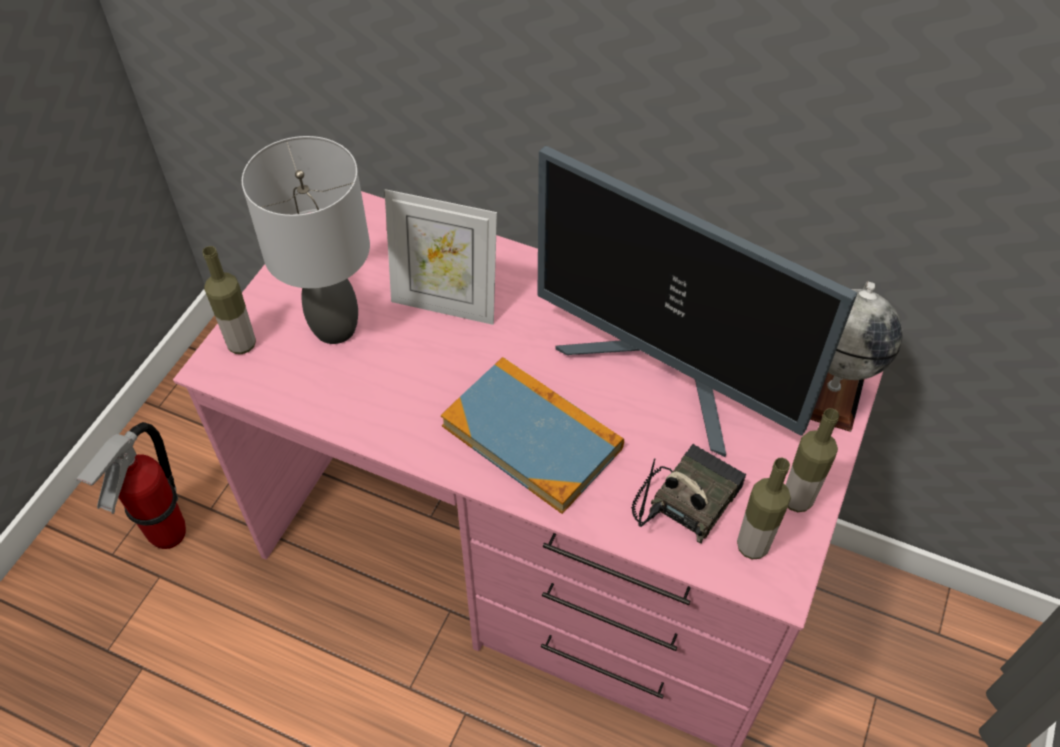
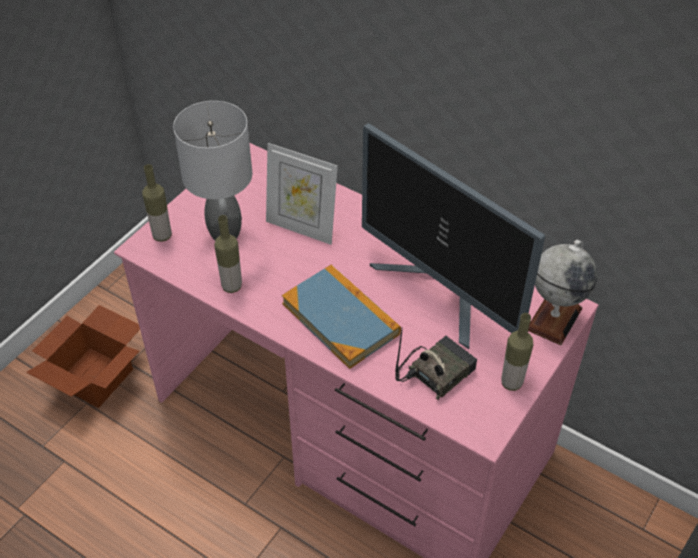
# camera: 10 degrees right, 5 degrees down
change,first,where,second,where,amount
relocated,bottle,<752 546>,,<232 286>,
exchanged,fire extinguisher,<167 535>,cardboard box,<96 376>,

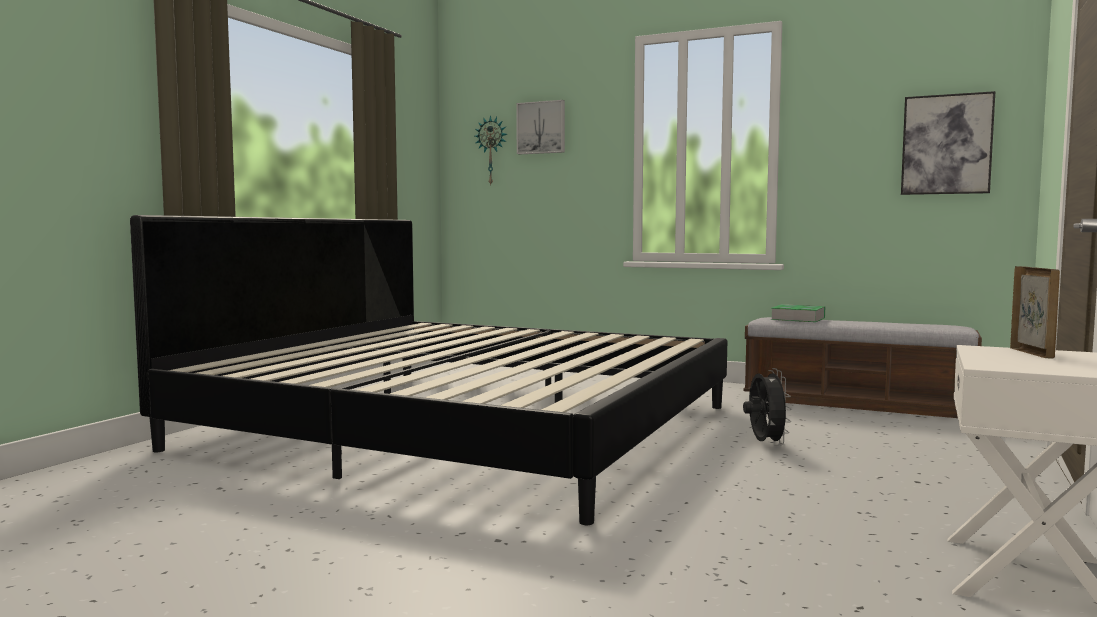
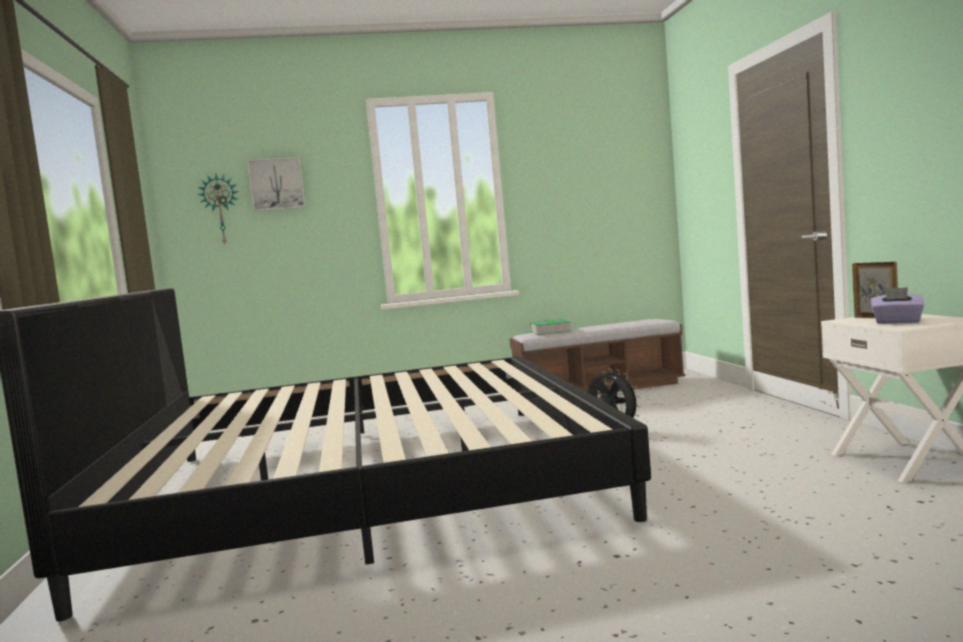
# camera: 35 degrees left, 0 degrees up
change,first,where,second,where,amount
missing,picture,<946 144>,,,
appeared,,,tissue box in purple,<897 322>,

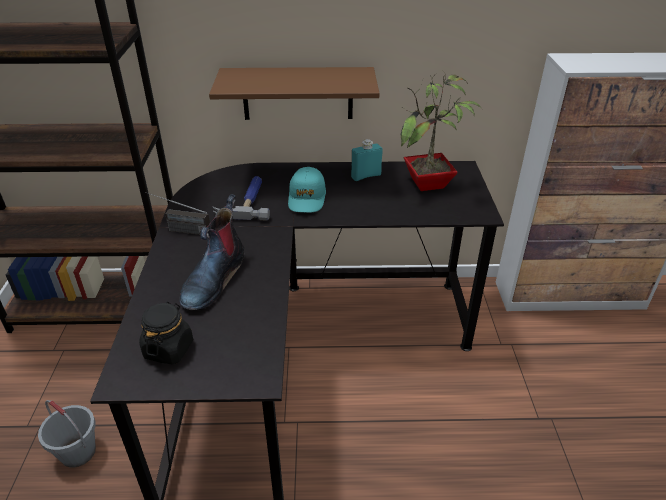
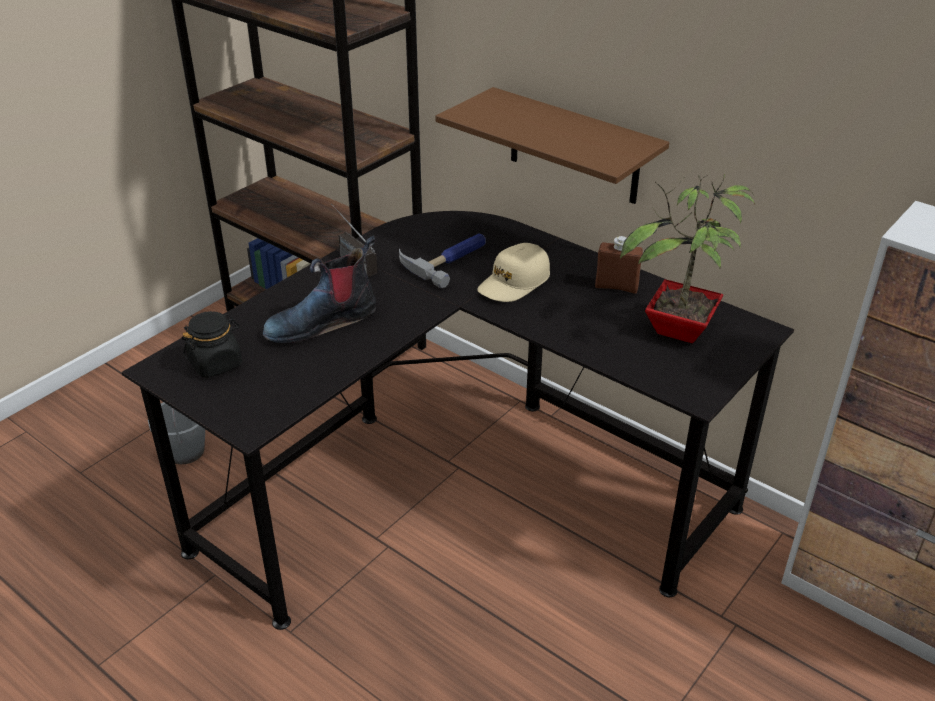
# camera: 40 degrees right, 0 degrees up
change,first,where,second,where,amount
colour,cap in turquoise,<307 198>,cap in beige,<514 283>,
colour,bottle in turquoise,<366 176>,bottle in brown,<616 287>,

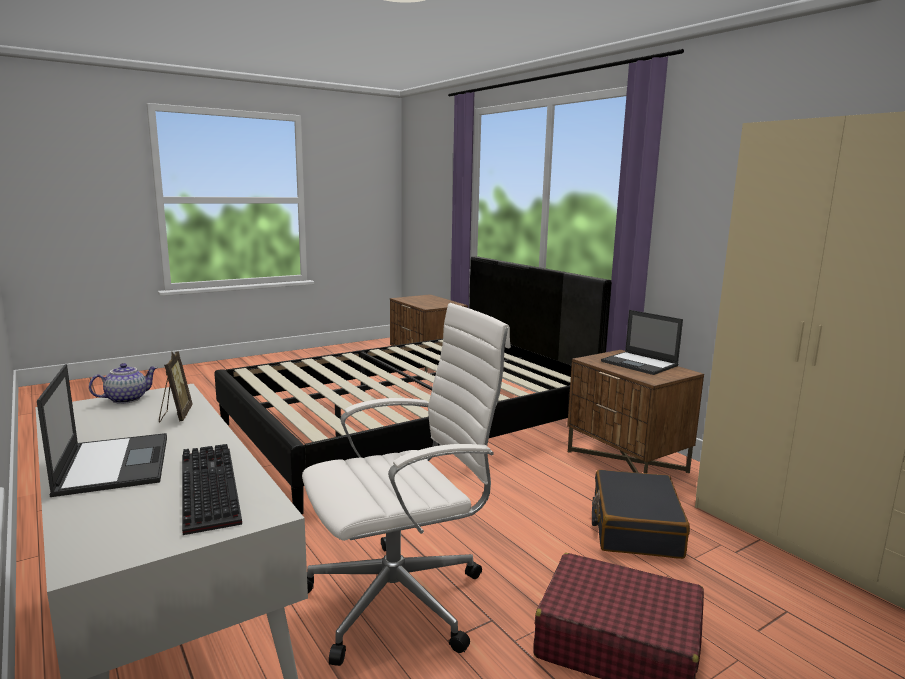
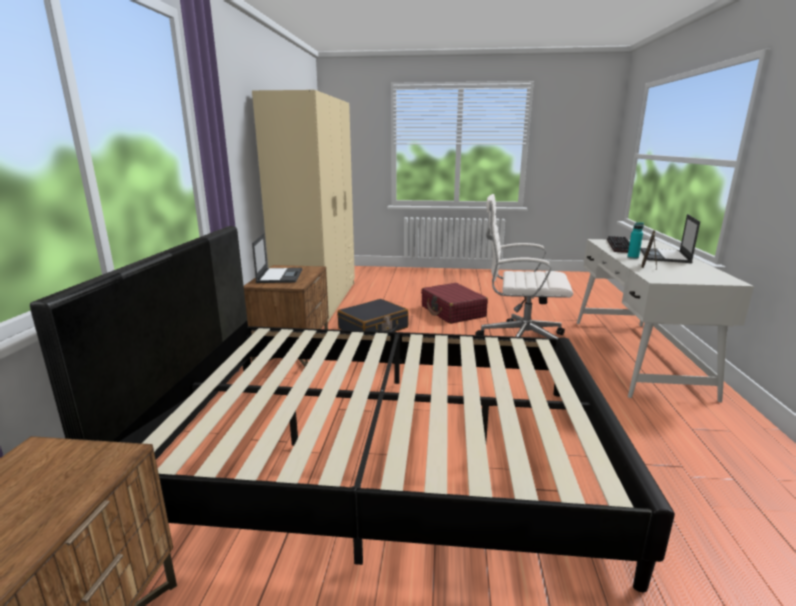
# camera: 140 degrees left, 5 degrees up
change,first,where,second,where,amount
missing,teapot,<126 399>,,,
appeared,,,bottle in turquoise,<633 257>,

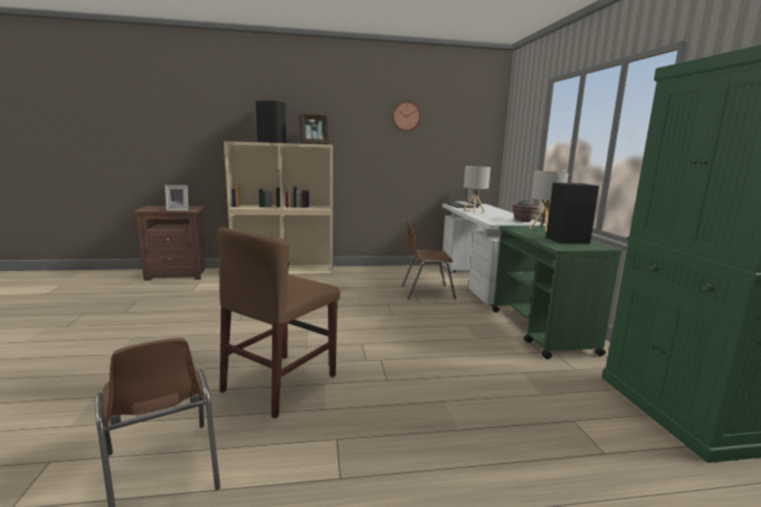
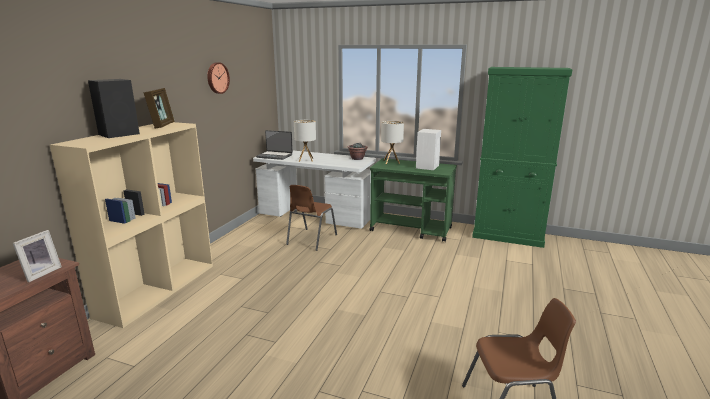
# camera: 60 degrees left, 5 degrees up
change,first,where,second,where,amount
missing,chair in brown,<280 383>,,,
colour,speaker in black,<568 240>,speaker in white,<427 166>,

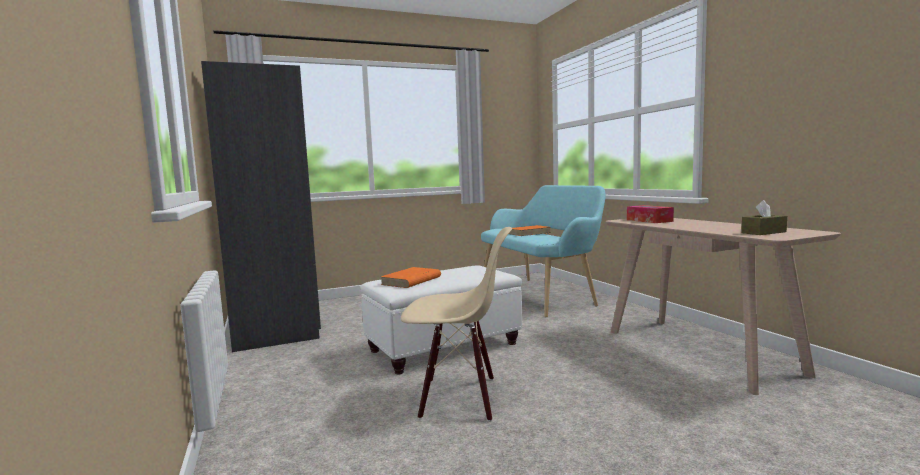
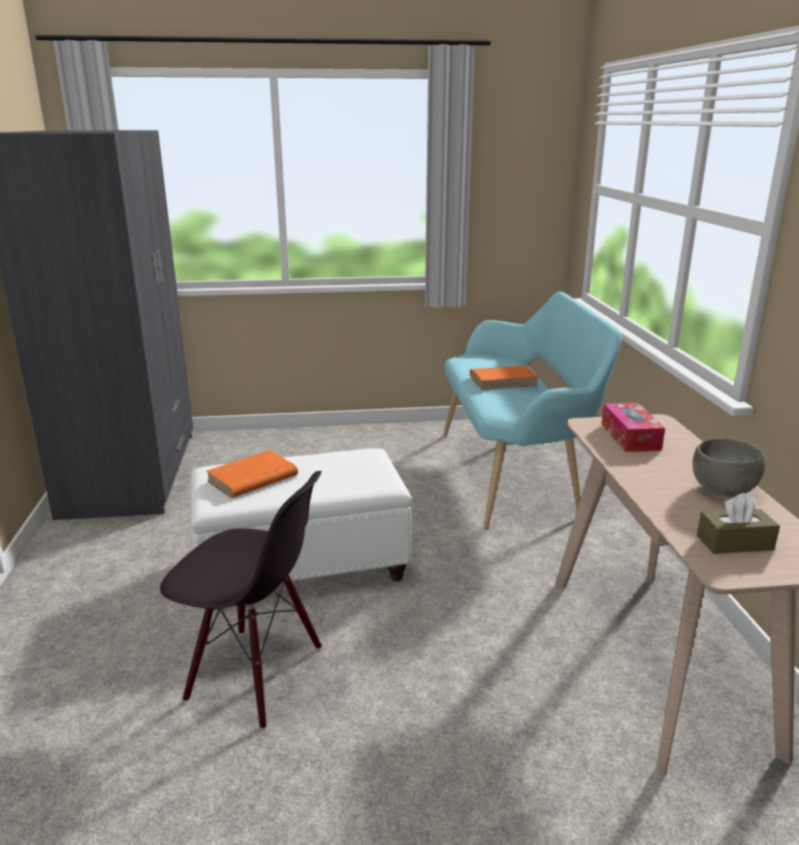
# camera: 15 degrees right, 15 degrees up
change,first,where,second,where,amount
appeared,,,bowl in grey,<722 490>,
colour,chair in beige,<459 398>,chair in black,<254 674>,

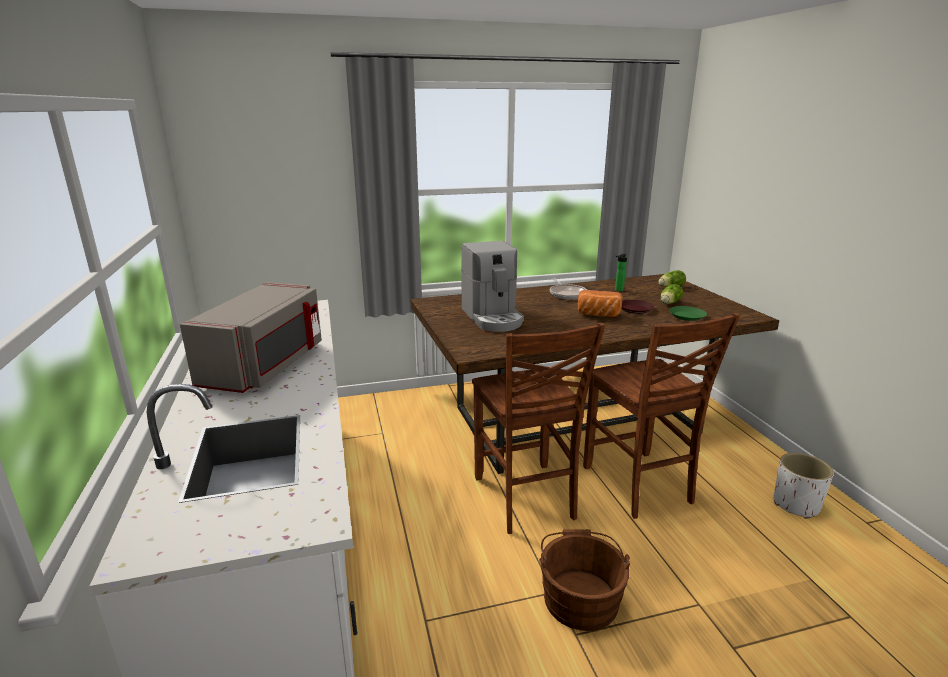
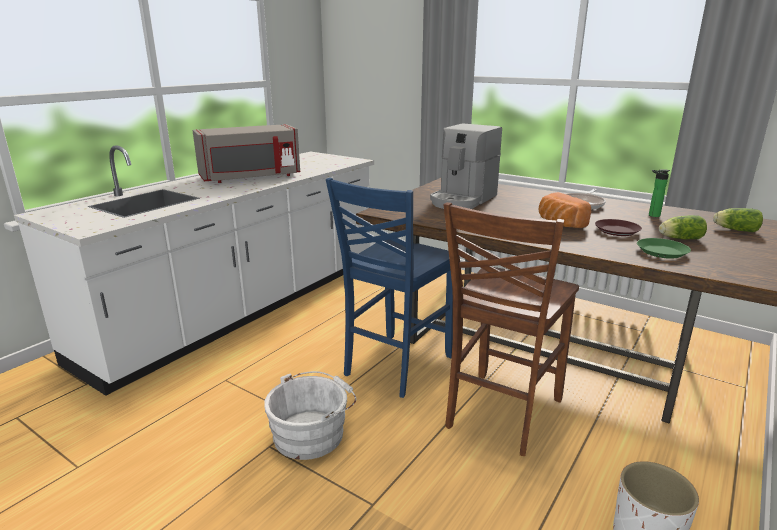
# camera: 50 degrees right, 0 degrees up
change,first,where,second,where,amount
colour,chair in brown,<525 499>,chair in blue,<395 365>,
colour,bucket in brown,<580 596>,bucket in white,<312 433>,

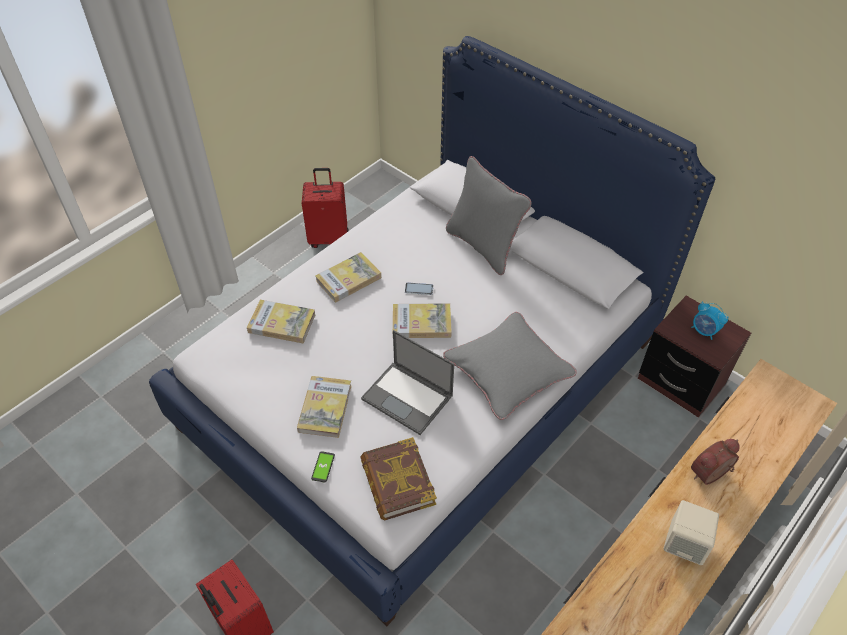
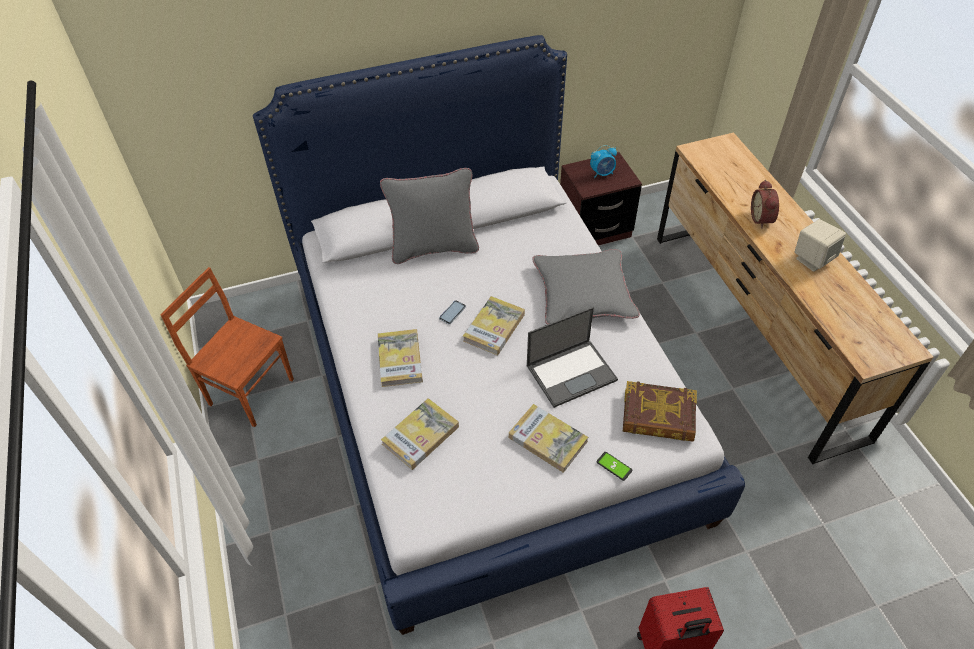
# camera: 60 degrees left, 0 degrees up
change,first,where,second,where,amount
exchanged,suitcase in red,<329 238>,chair in brown,<251 390>,

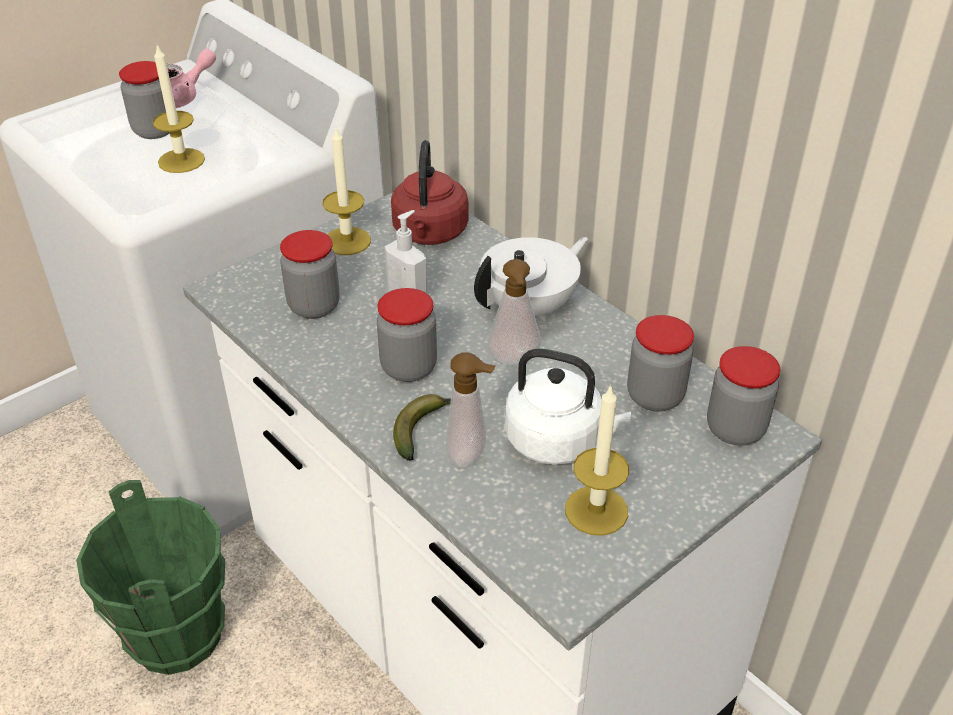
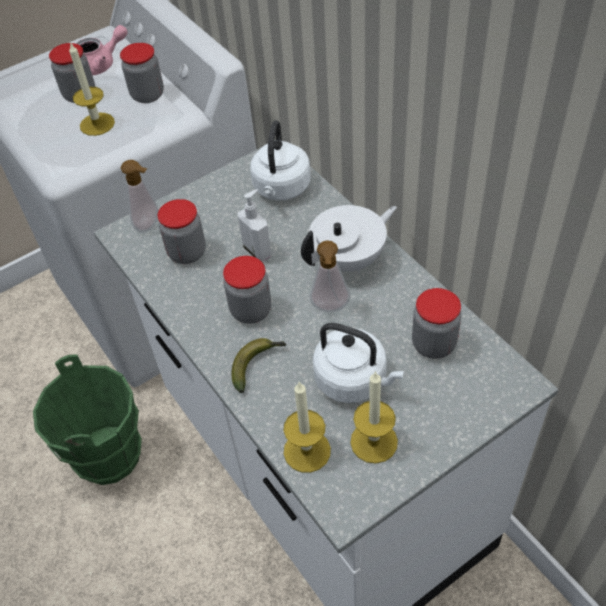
# camera: 10 degrees right, 10 degrees up
change,first,where,second,where,amount
relocated,candle,<347 241>,,<307 451>,
relocated,soap dispenser,<470 457>,,<150 225>,
relocated,jar,<735 429>,,<147 95>,
colour,kettle in red,<430 234>,kettle in white,<281 189>,

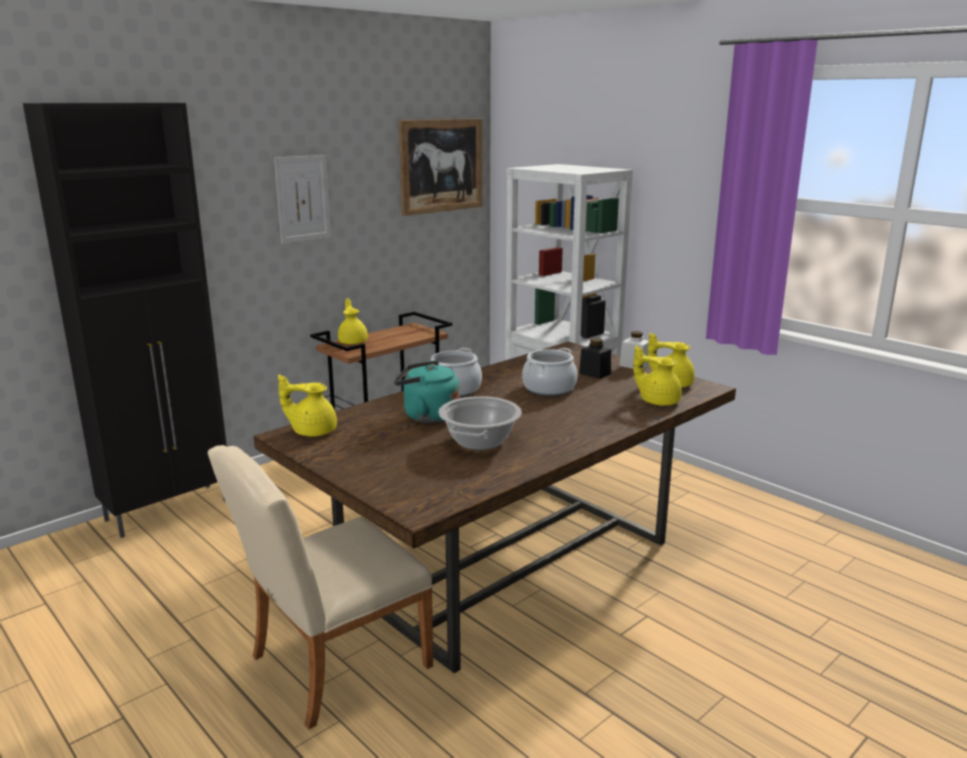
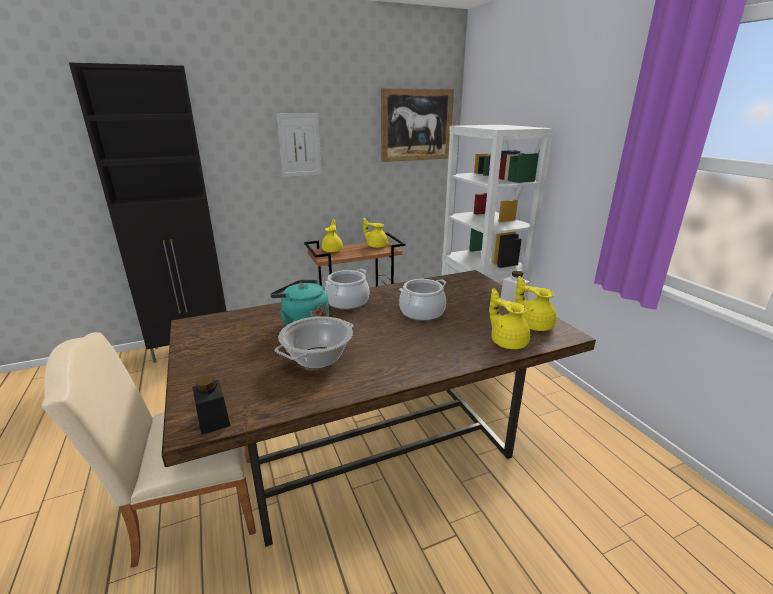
# camera: 20 degrees right, 5 degrees up
change,first,where,second,where,amount
relocated,teapot in yellow,<312 431>,,<376 246>,
relocated,jar in black,<594 373>,,<213 420>,

